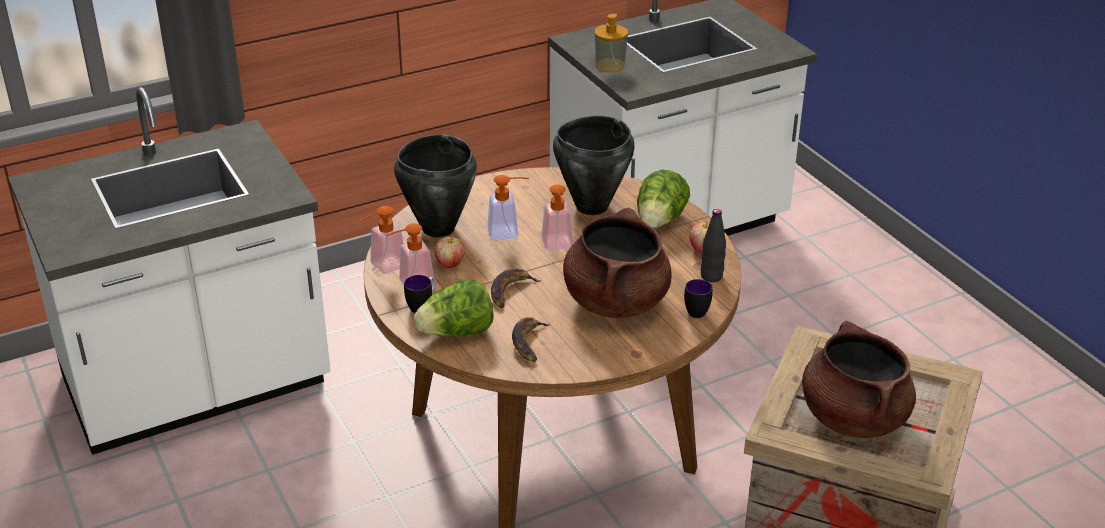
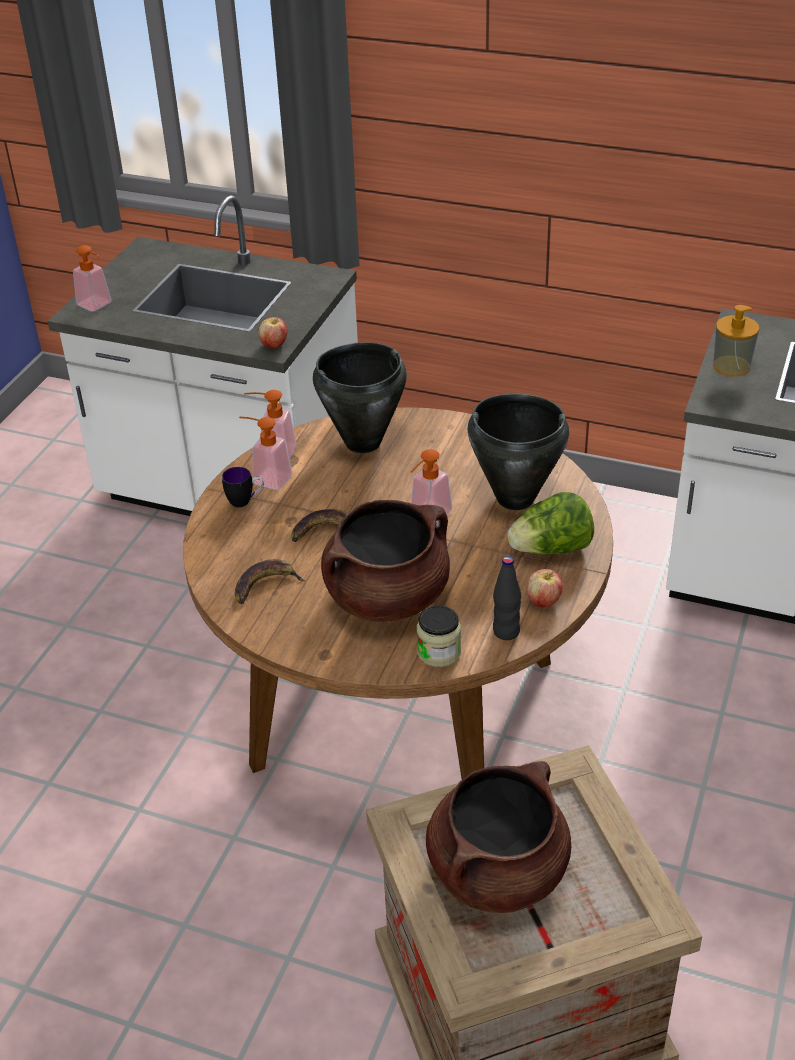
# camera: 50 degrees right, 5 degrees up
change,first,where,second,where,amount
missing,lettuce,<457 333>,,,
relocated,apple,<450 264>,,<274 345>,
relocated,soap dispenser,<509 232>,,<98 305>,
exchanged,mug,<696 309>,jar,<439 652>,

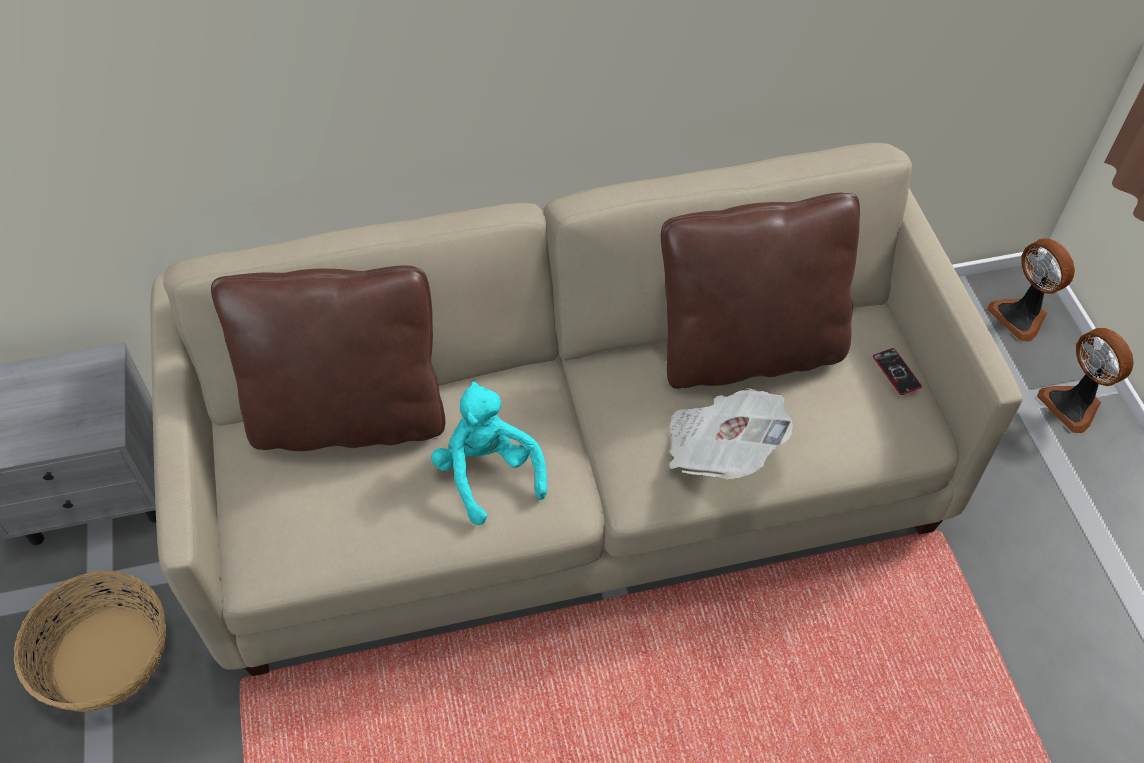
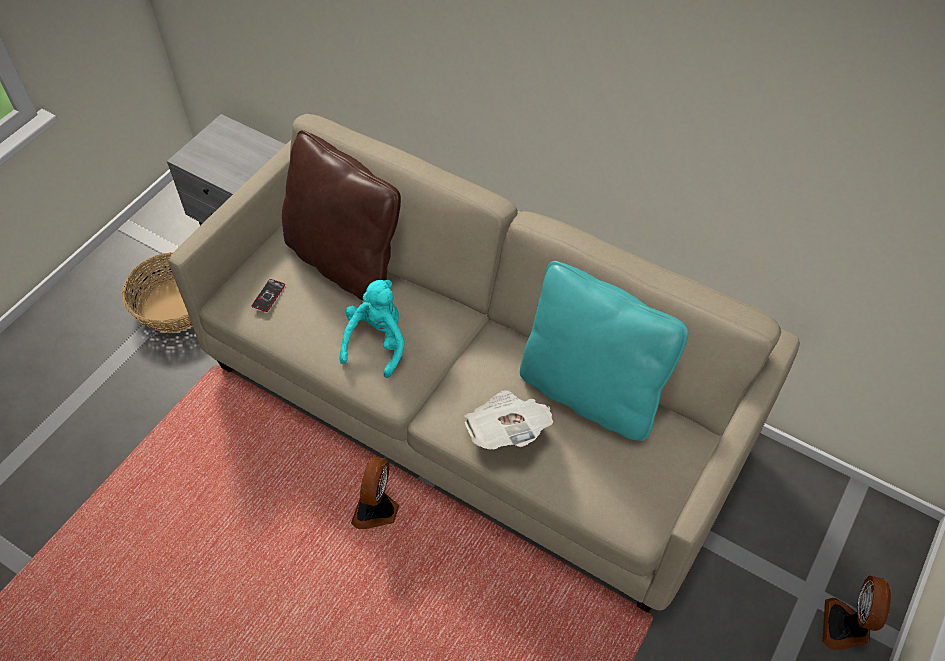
# camera: 45 degrees right, 0 degrees up
change,first,where,second,where,amount
relocated,phone,<896 372>,,<268 296>,
relocated,fan,<1021 316>,,<377 510>,
colour,pillow in brown,<748 350>,pillow in turquoise,<591 392>,

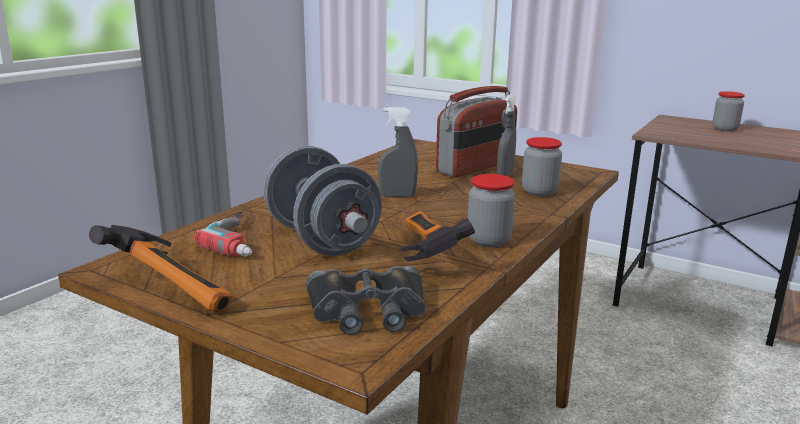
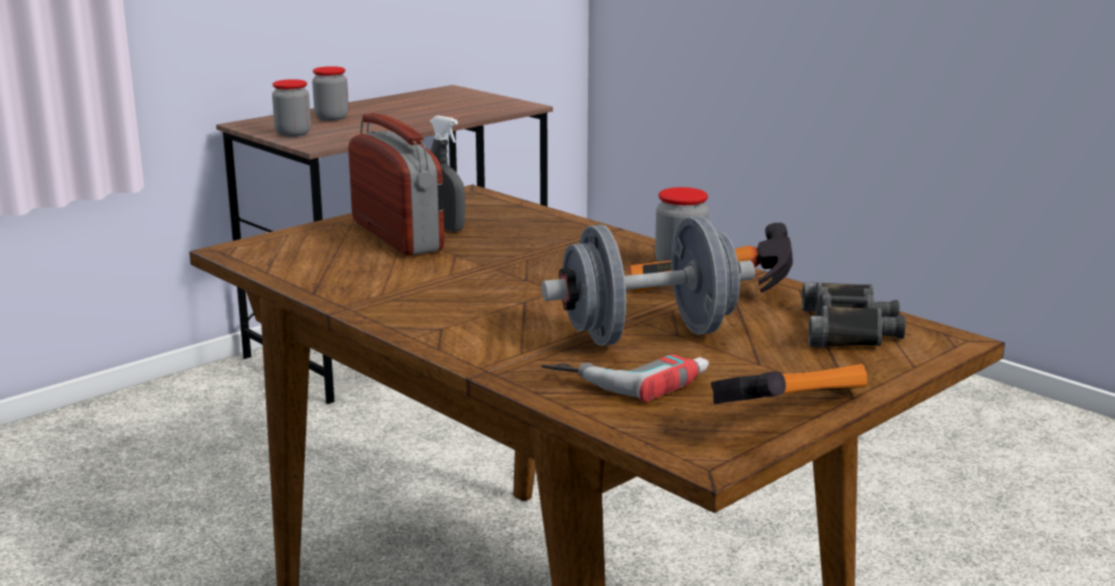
# camera: 75 degrees left, 0 degrees up
change,first,where,second,where,amount
missing,spray bottle in grey,<397 195>,,,
relocated,jar,<539 192>,,<293 133>,

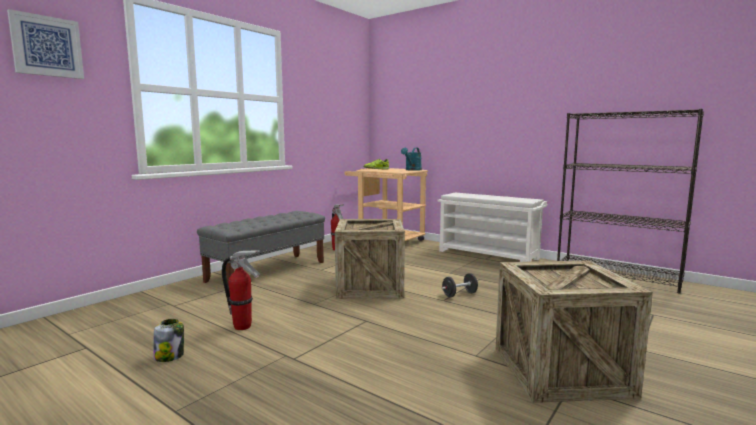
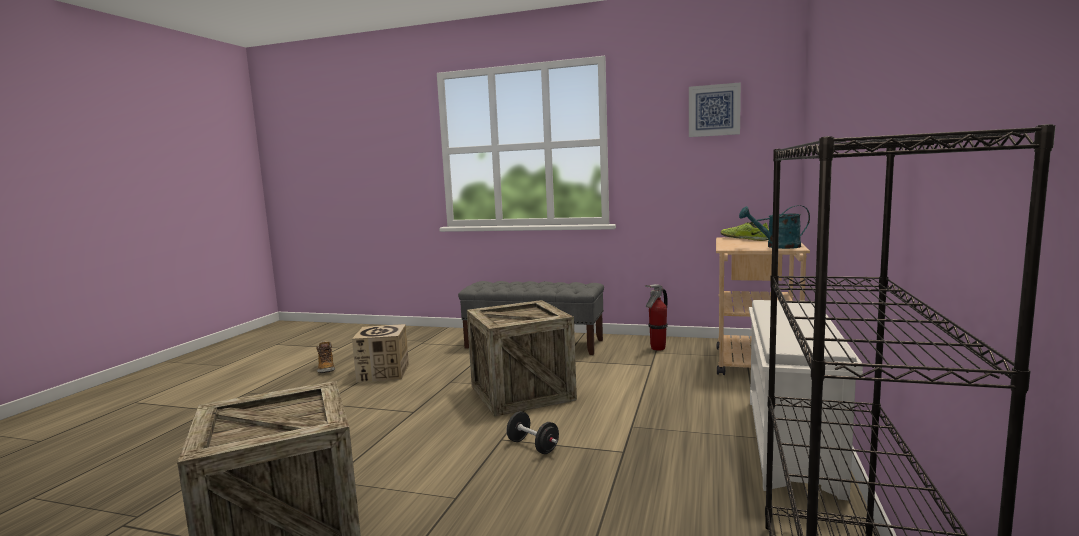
# camera: 70 degrees right, 0 degrees up
change,first,where,second,where,amount
relocated,picture,<47 46>,,<714 110>,
exchanged,jar,<169 356>,boot,<326 369>,
exchanged,fire extinguisher,<243 327>,cardboard box,<383 373>,

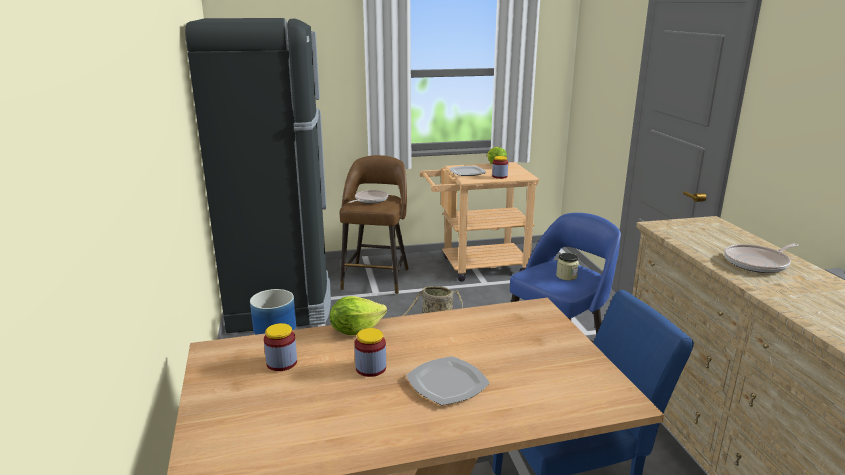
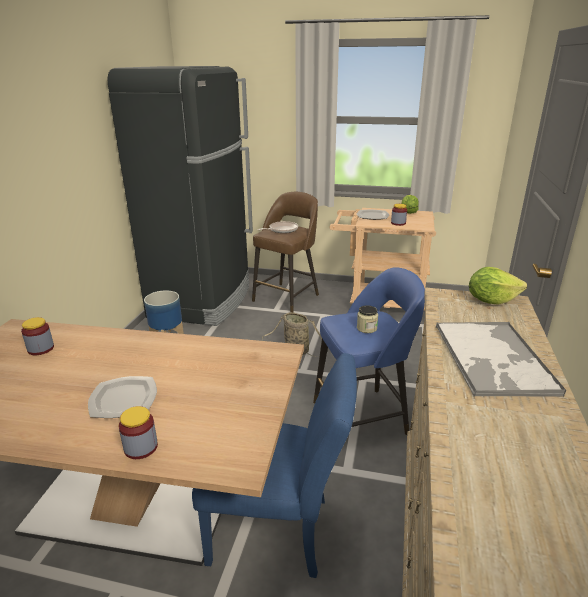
# camera: 25 degrees right, 5 degrees up
change,first,where,second,where,amount
relocated,lettuce,<356 330>,,<491 300>,
relocated,jar,<371 368>,,<141 447>,
exchanged,frying pan,<758 263>,tray,<493 359>,

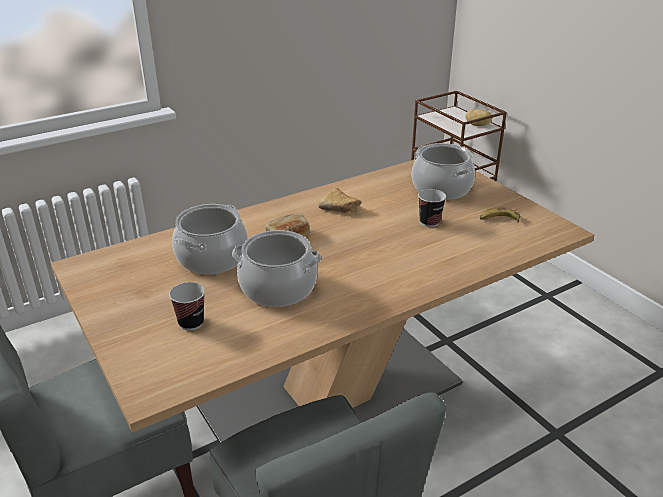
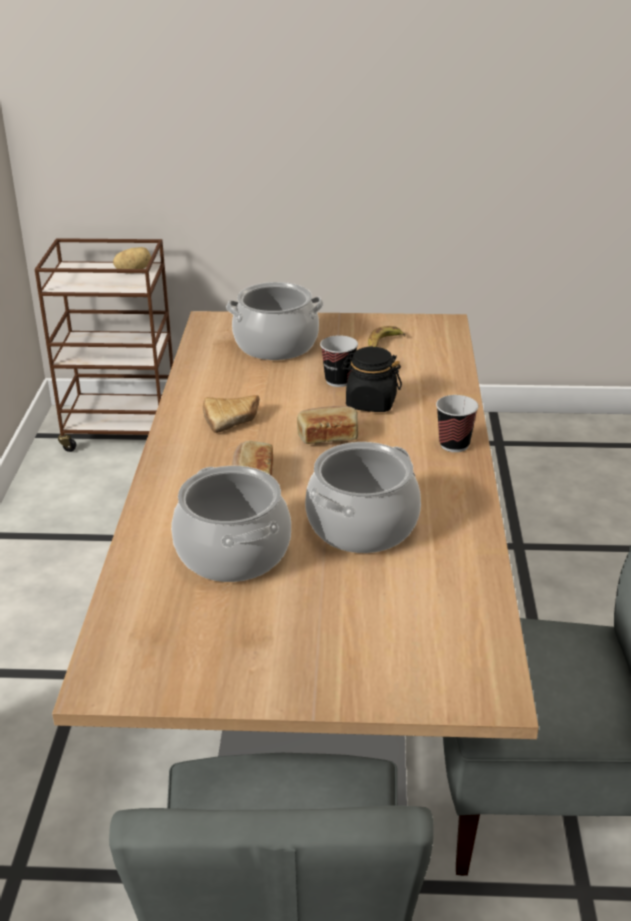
# camera: 55 degrees left, 0 degrees up
change,first,where,second,where,amount
appeared,,,bread,<328 436>,
appeared,,,jar in black,<370 403>,
relocated,cup,<191 323>,,<454 445>,

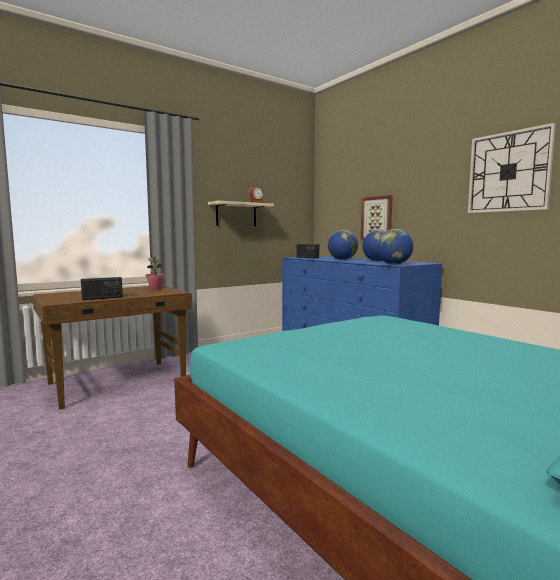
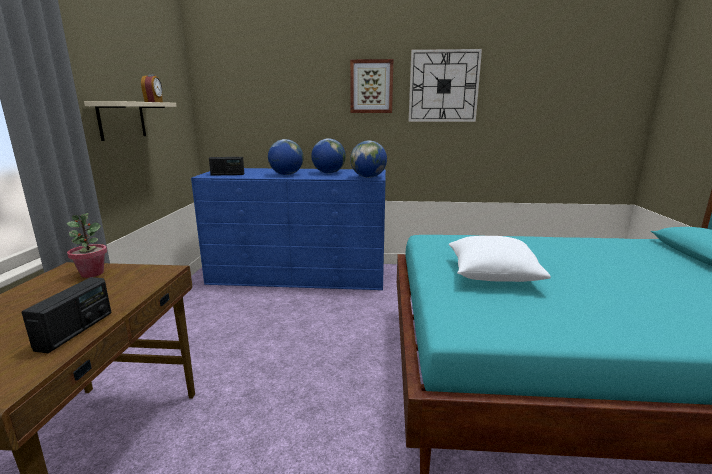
# camera: 50 degrees left, 10 degrees up
change,first,where,second,where,amount
appeared,,,pillow in white,<492 275>,
relocated,picture,<377 218>,,<371 86>,

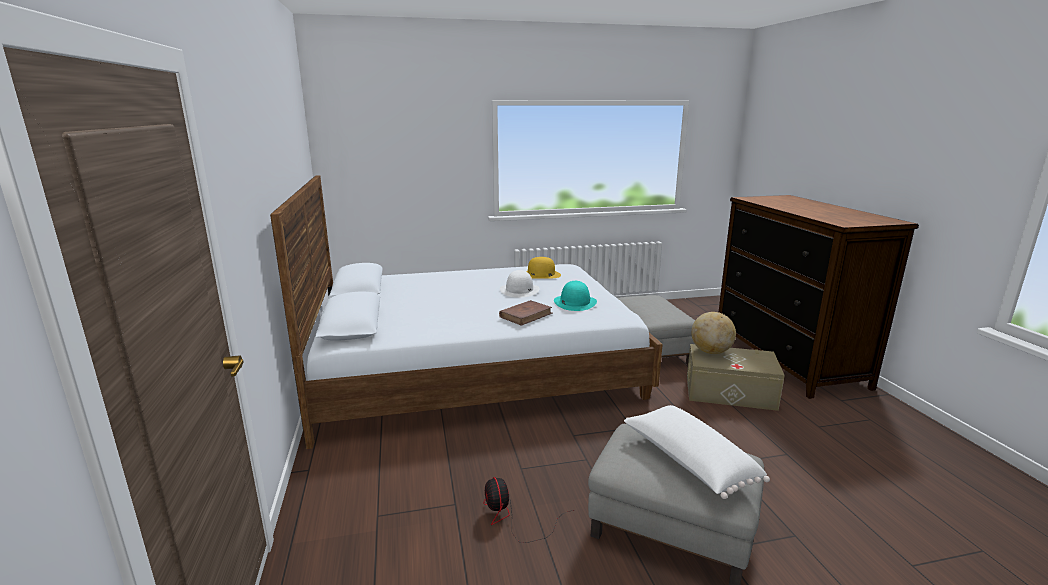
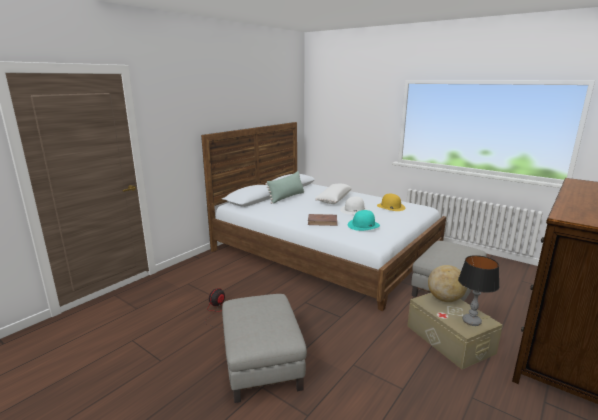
# camera: 50 degrees right, 0 degrees up
change,first,where,second,where,amount
appeared,,,pillow in green,<286 197>,
appeared,,,table lamp,<471 321>,
relocated,pillow in white,<688 462>,,<333 199>,

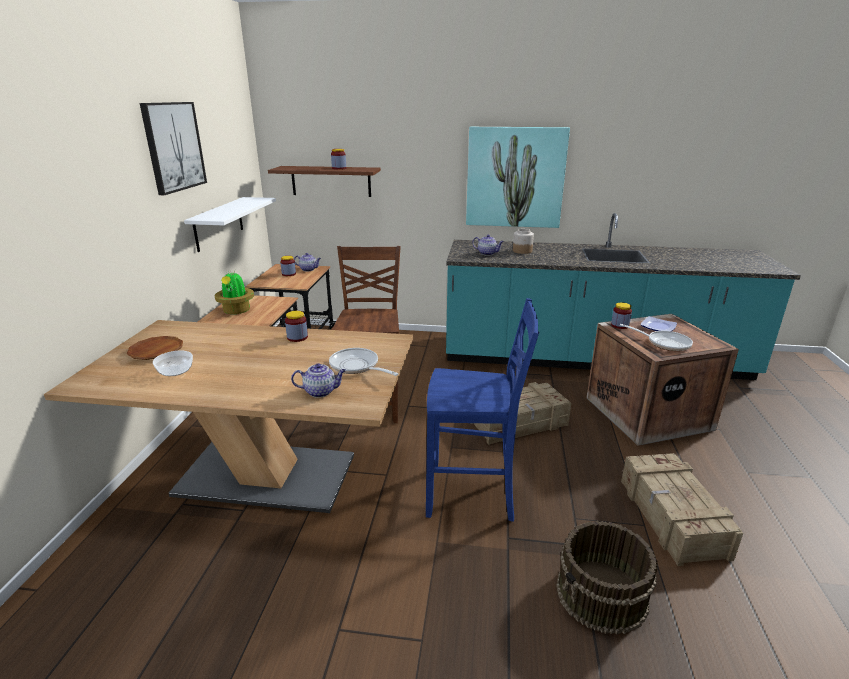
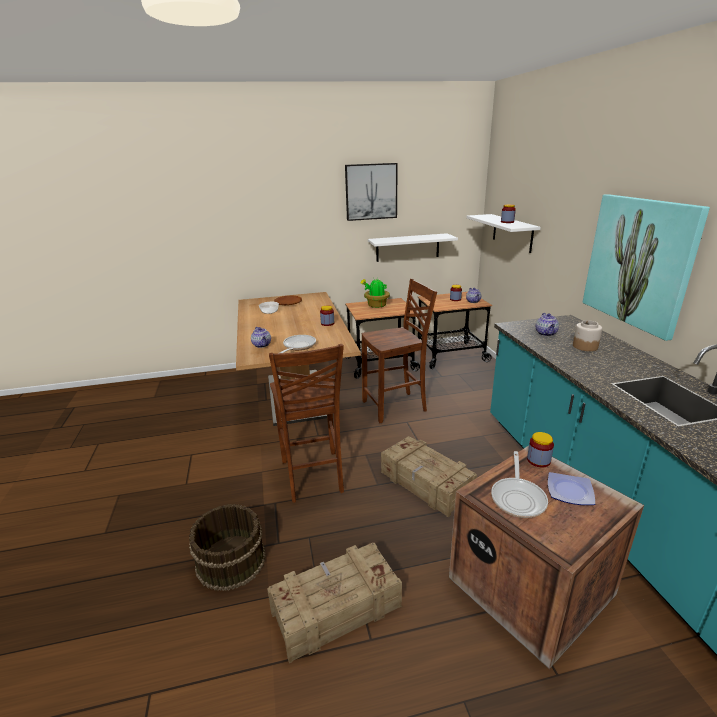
# camera: 70 degrees right, 0 degrees up
change,first,where,second,where,amount
colour,shelf in brown,<331 181>,shelf in white,<512 232>,
colour,chair in blue,<473 496>,chair in brown,<312 477>,

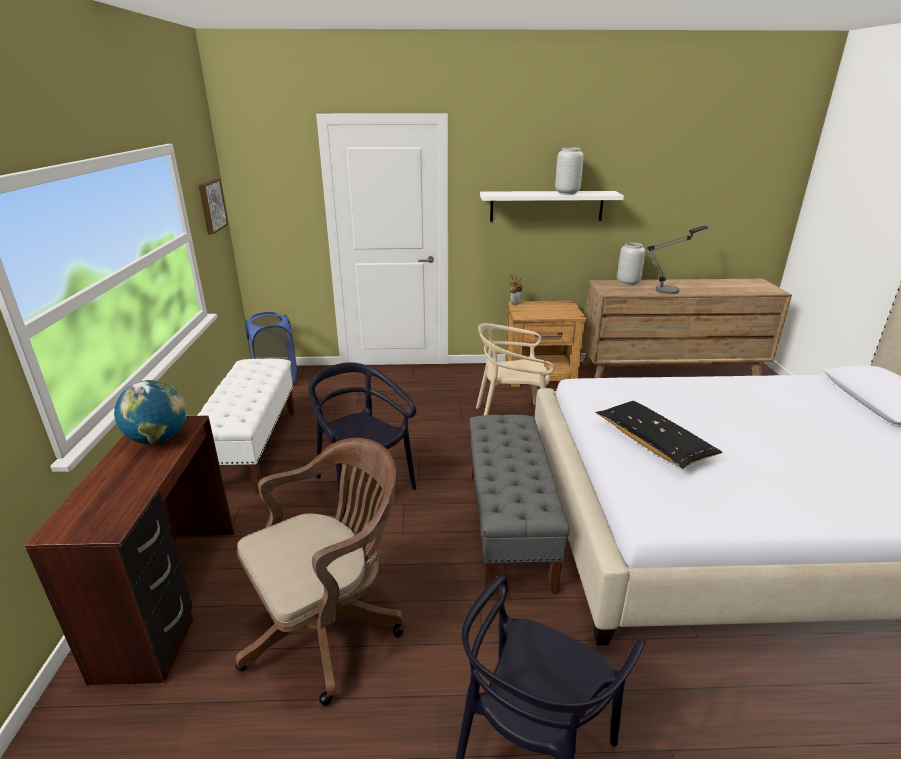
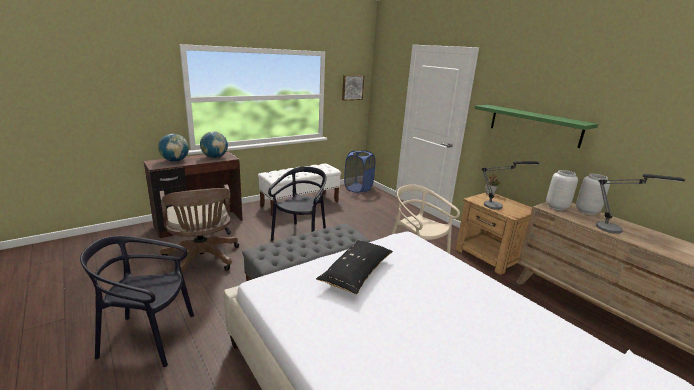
# camera: 55 degrees right, 5 degrees down
change,first,where,second,where,amount
appeared,,,globe,<175 161>,
appeared,,,table lamp,<498 206>,
relocated,vase in grey,<567 193>,,<557 207>,
colour,shelf in white,<546 206>,shelf in green,<534 125>,
spun,office chair in brown,<330 626>,,<202 260>,45 degrees clockwise

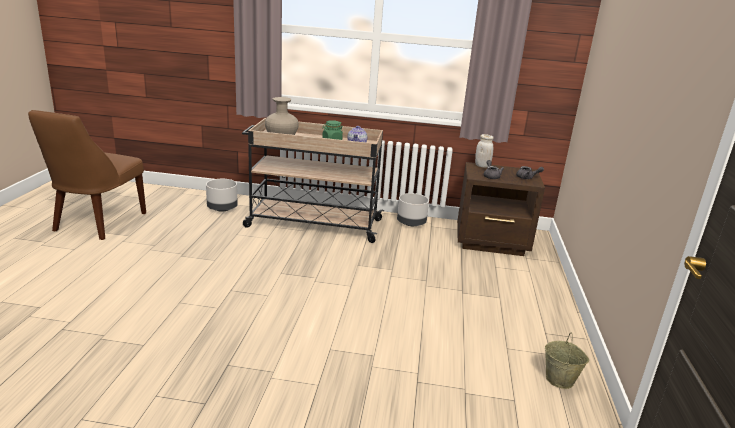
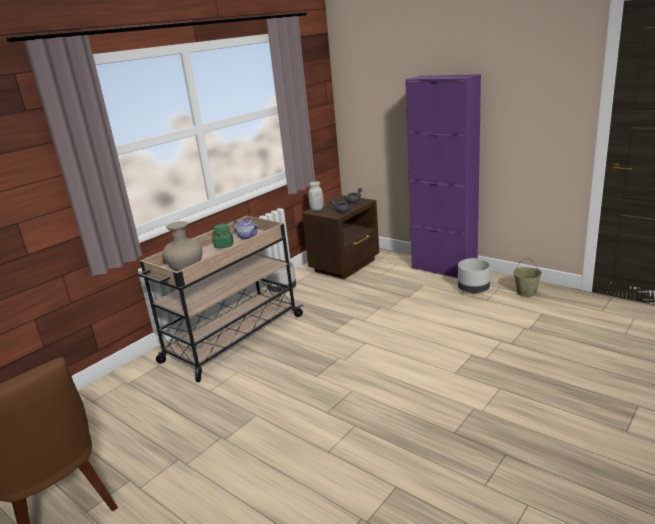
# camera: 55 degrees left, 0 degrees up
change,first,where,second,where,amount
appeared,,,cabinet in purple,<444 269>,
relocated,planter in grey,<222 209>,,<473 290>,

